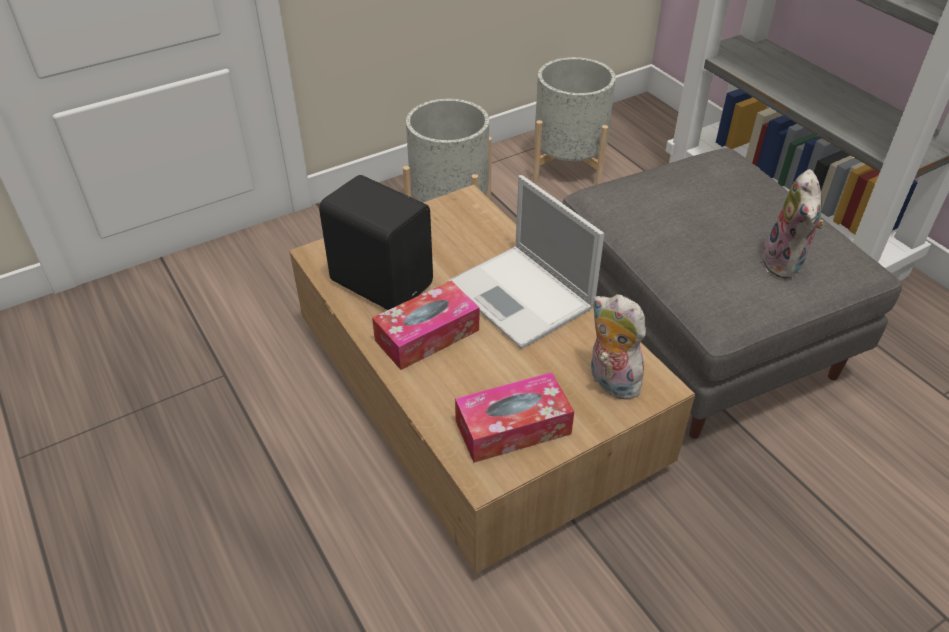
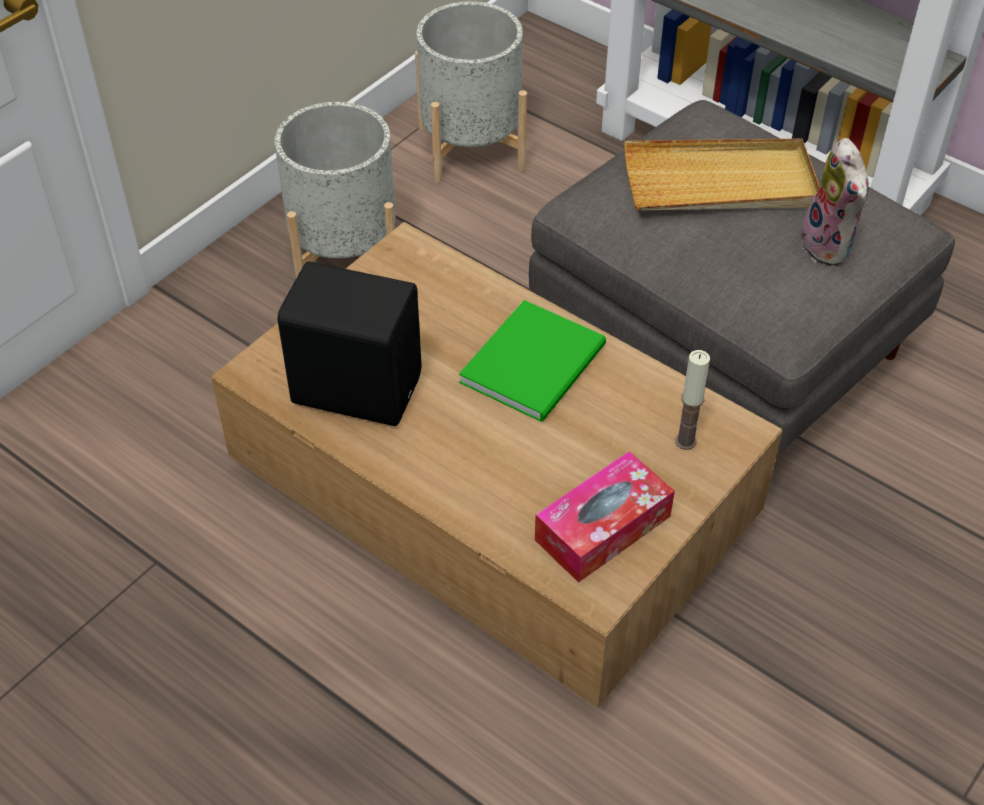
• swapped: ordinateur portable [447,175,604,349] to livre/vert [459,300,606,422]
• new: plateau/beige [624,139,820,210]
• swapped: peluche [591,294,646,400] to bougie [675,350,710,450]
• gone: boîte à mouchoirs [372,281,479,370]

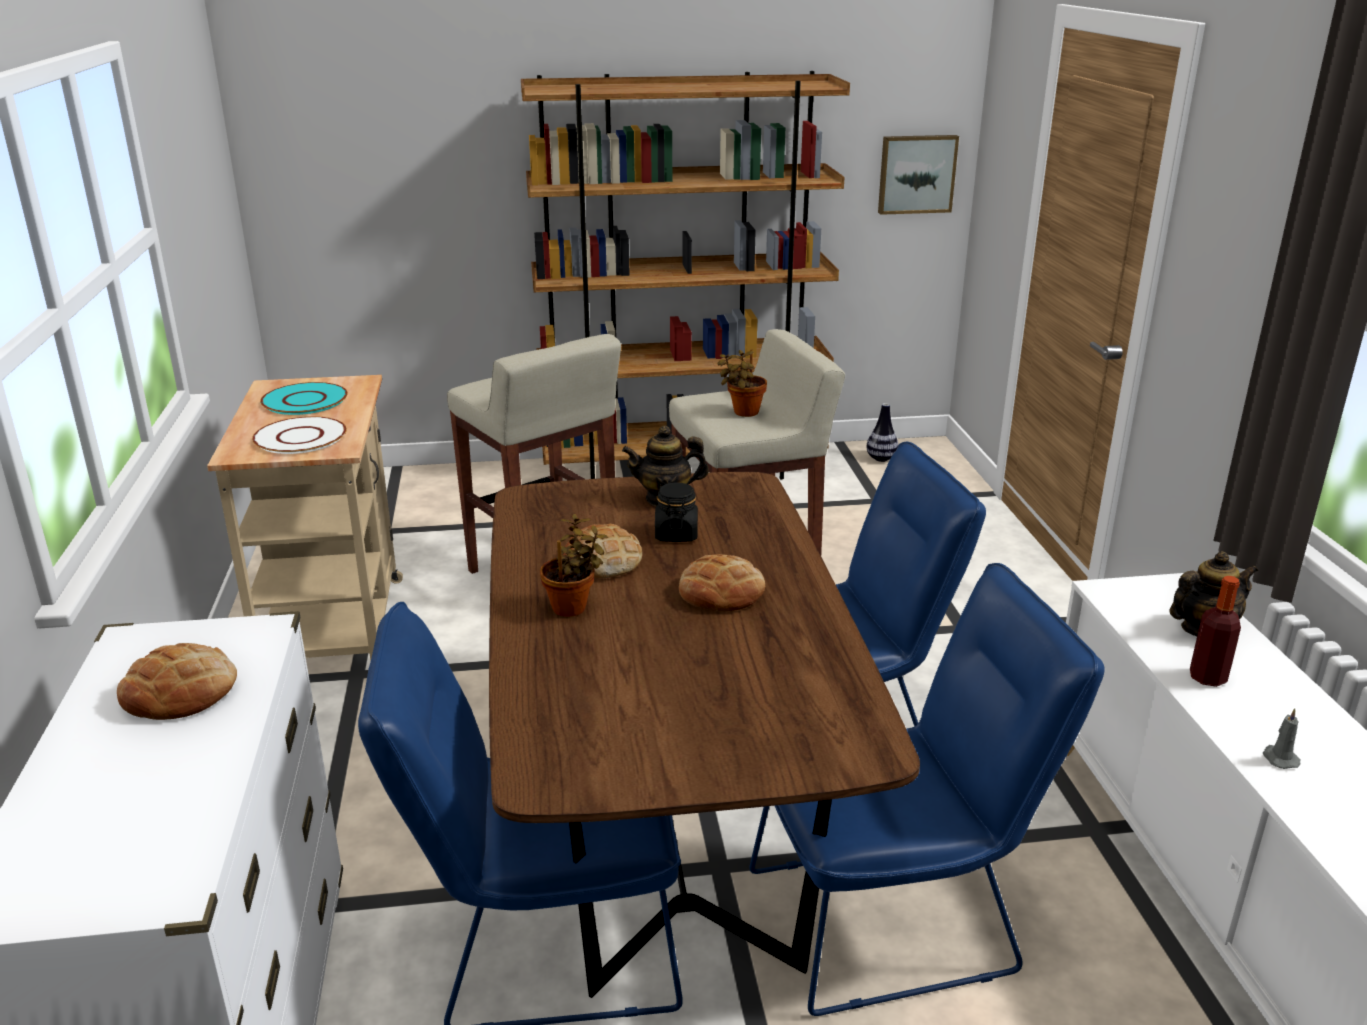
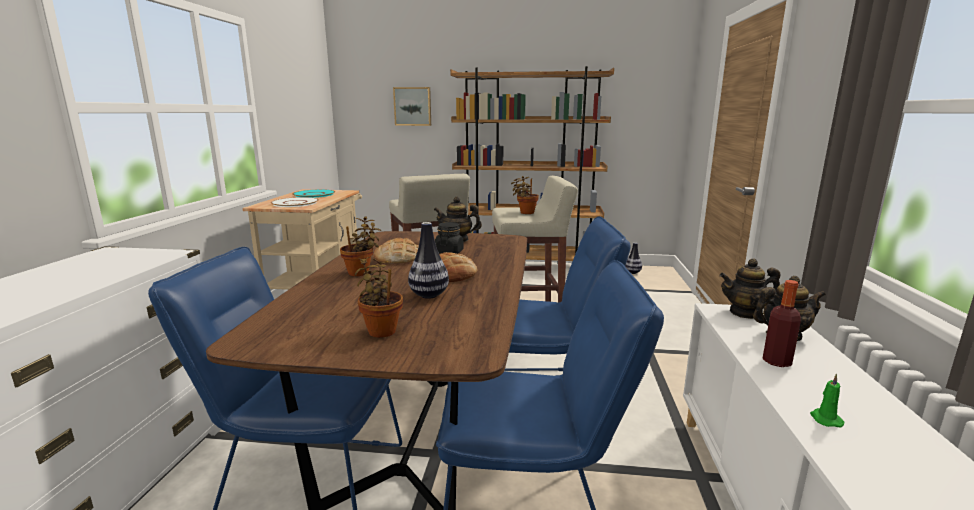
• new: plante en pot [355,257,403,338]
• shifted: tableau [878,135,959,215] to [393,87,431,126]
• new: vase [408,222,449,299]
• new: théière [720,258,780,319]
• repainted: bougie/gris [1263,708,1301,769] to bougie/vert [810,374,844,428]
• gone: pain [117,643,237,720]

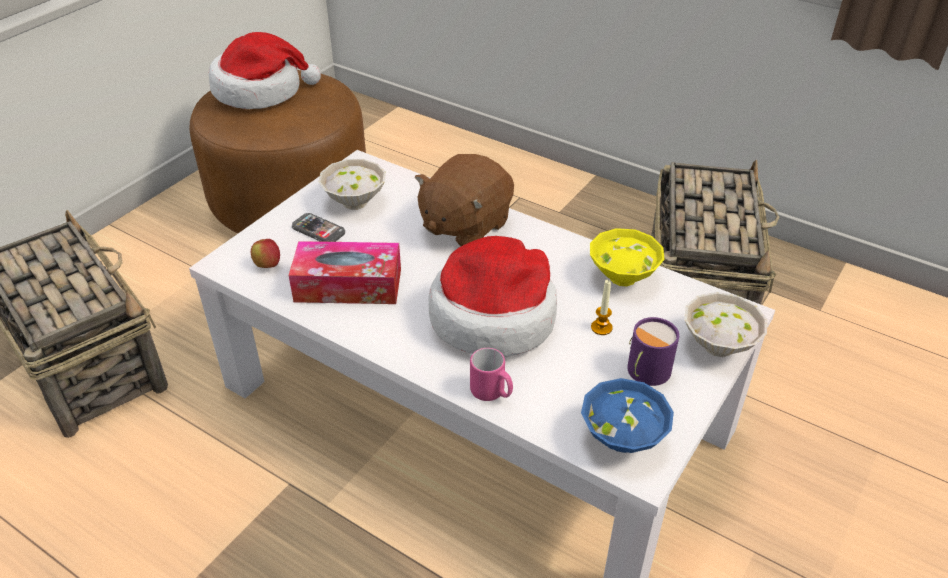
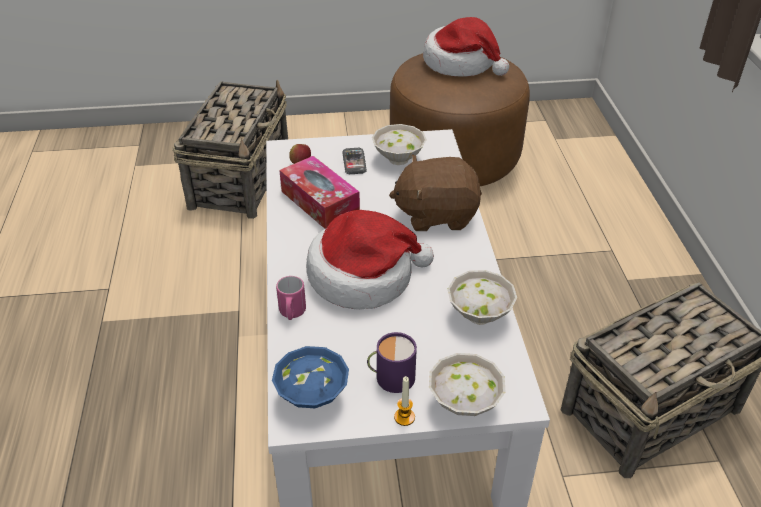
• shifted: bougie [591,280,613,335] to [394,376,415,426]
• repainted: bol/jaune [590,228,665,286] to bol/blanc [448,270,517,325]

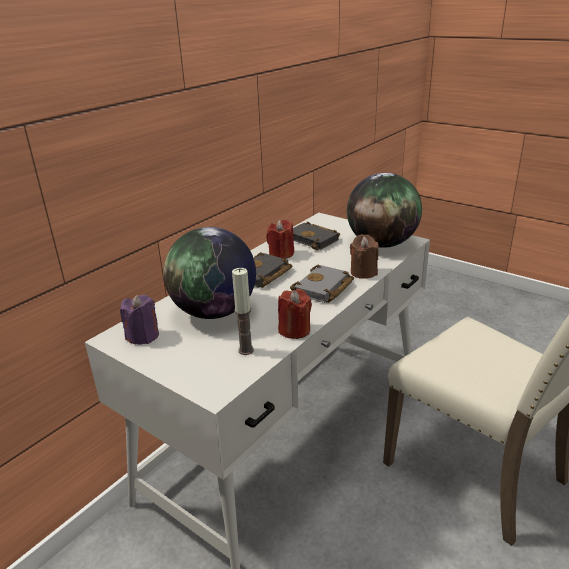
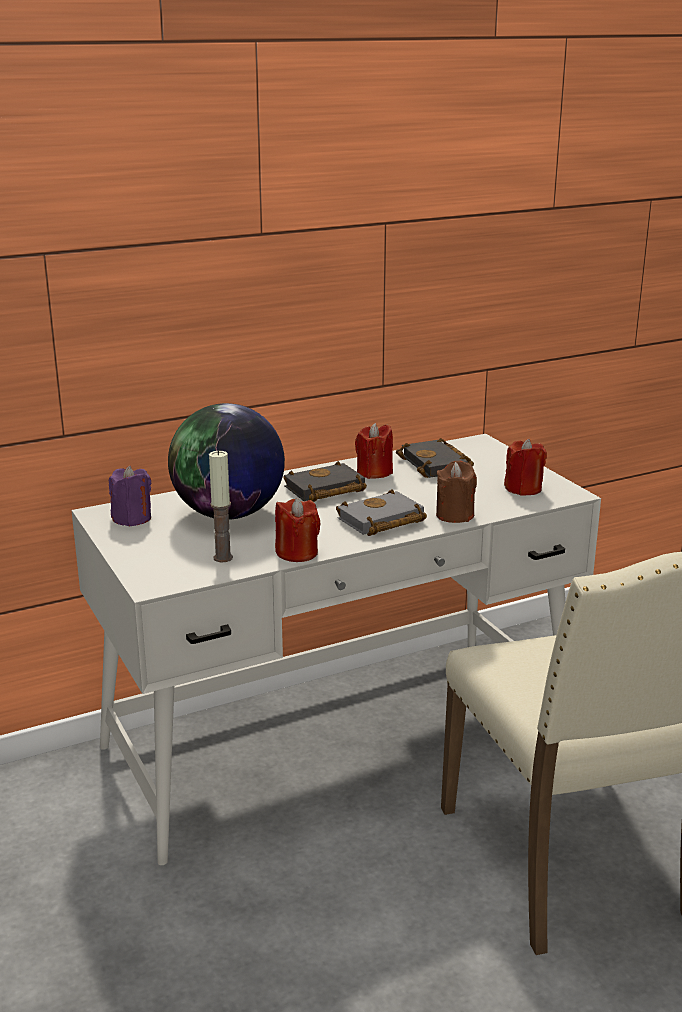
• swapped: globe [347,173,422,248] to bougie/rouge [504,439,547,496]

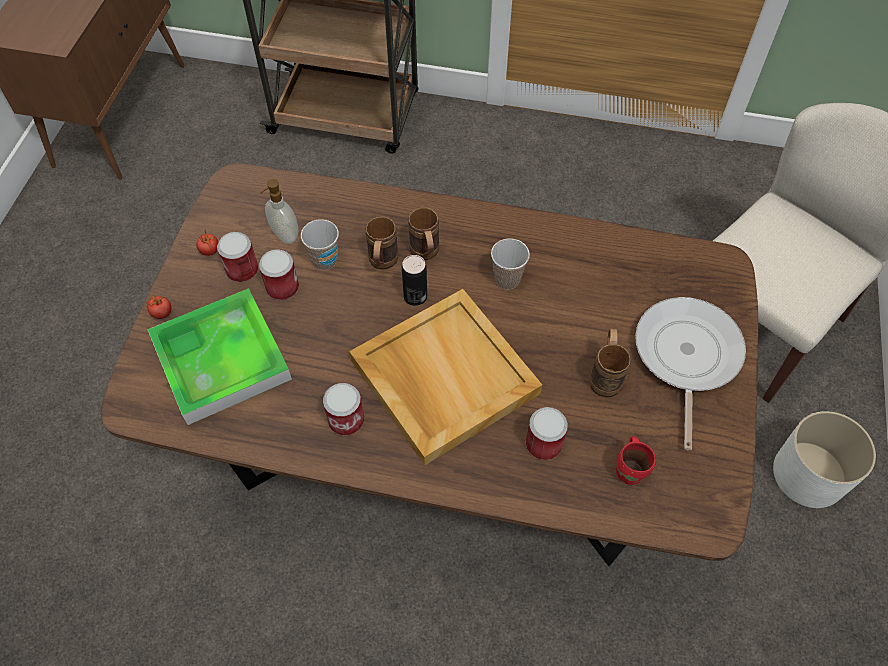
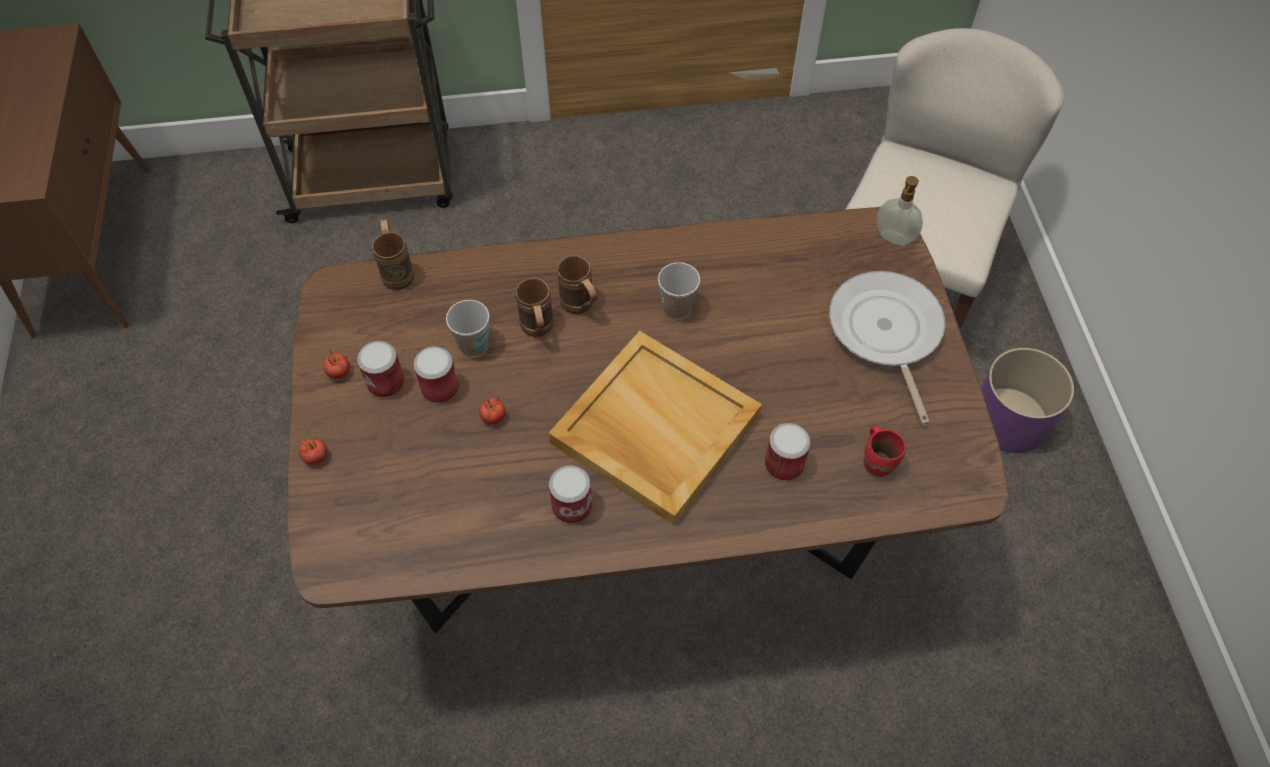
• shifted: mug/marron [589,329,631,398] to [372,219,414,290]
• new: tomate [479,396,506,425]
• shifted: distributeur de savon [260,179,298,244] to [877,176,923,246]
• repainted: cache-pot/blanc [773,411,876,508] to cache-pot/violet [981,348,1074,453]
• gone: plateau [147,288,292,425]
• gone: boîte métallique [402,255,427,306]

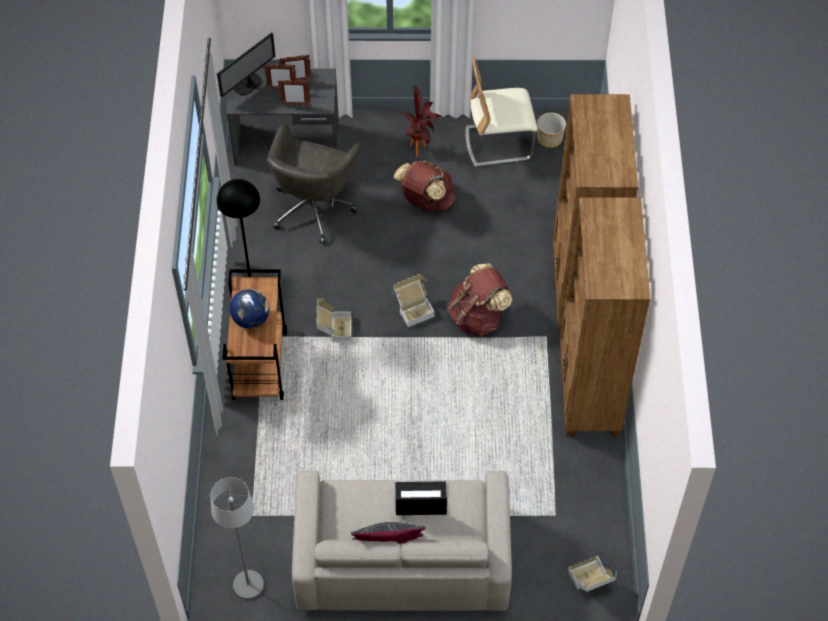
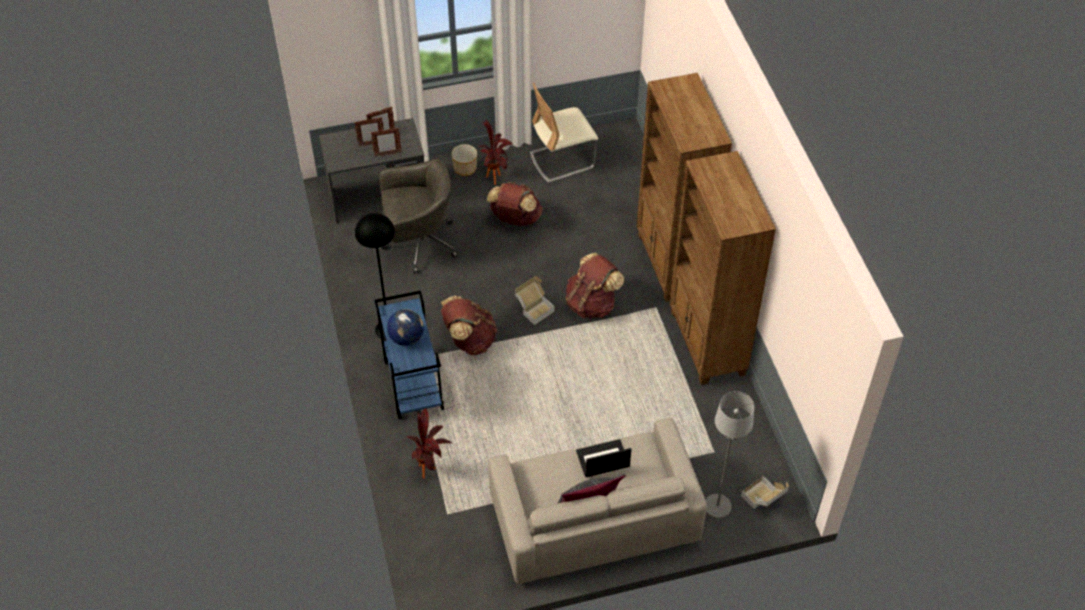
• repainted: chariot/marron [222,269,287,400] to chariot/bleu [374,291,444,419]
• rotated: chaise de bureau/gris [267,124,361,244] = [379,159,458,274] 105 degrees counterclockwise
• new: plante en pot [407,408,452,479]
• swapped: carton [316,298,352,341] to sac à dos/marron [441,295,497,355]
• shifted: cache-pot [537,113,566,148] to [451,144,477,176]
• shifted: lampadaire/gris [211,477,264,599] to [705,391,754,519]
• gone: écran d'ordinateur [217,32,276,97]

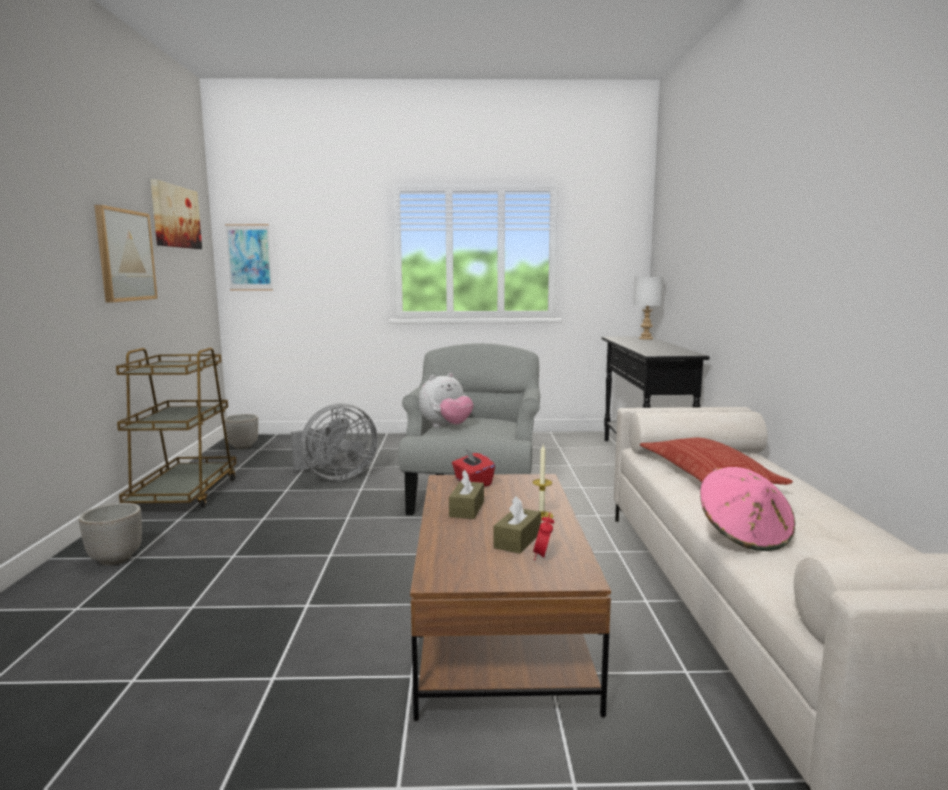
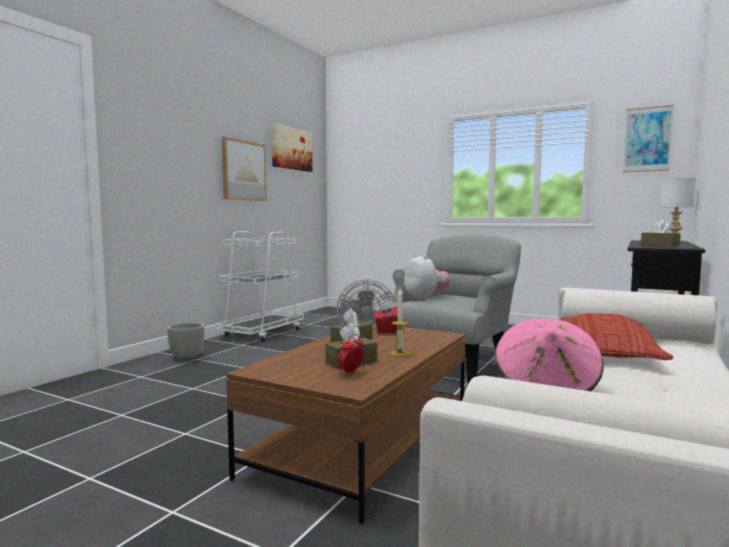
• repainted: chariot/marron [116,348,236,508] to chariot/blanc [215,231,304,341]
• rotated: peluche [419,373,473,427] = [404,254,450,300] 105 degrees counterclockwise
• shifted: tableau [225,224,273,291] to [623,105,674,173]
• new: boîte à mouchoirs/marron [641,220,681,247]
• gone: cache-pot [224,414,258,449]

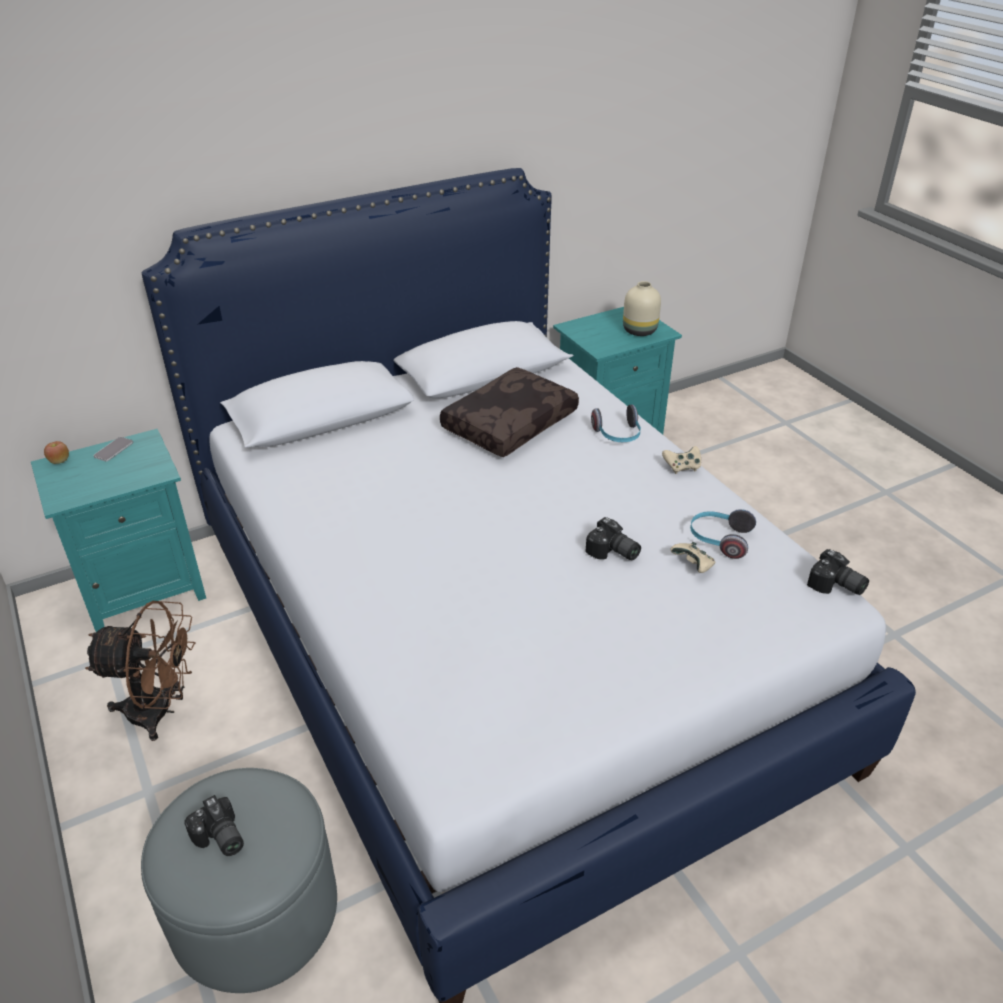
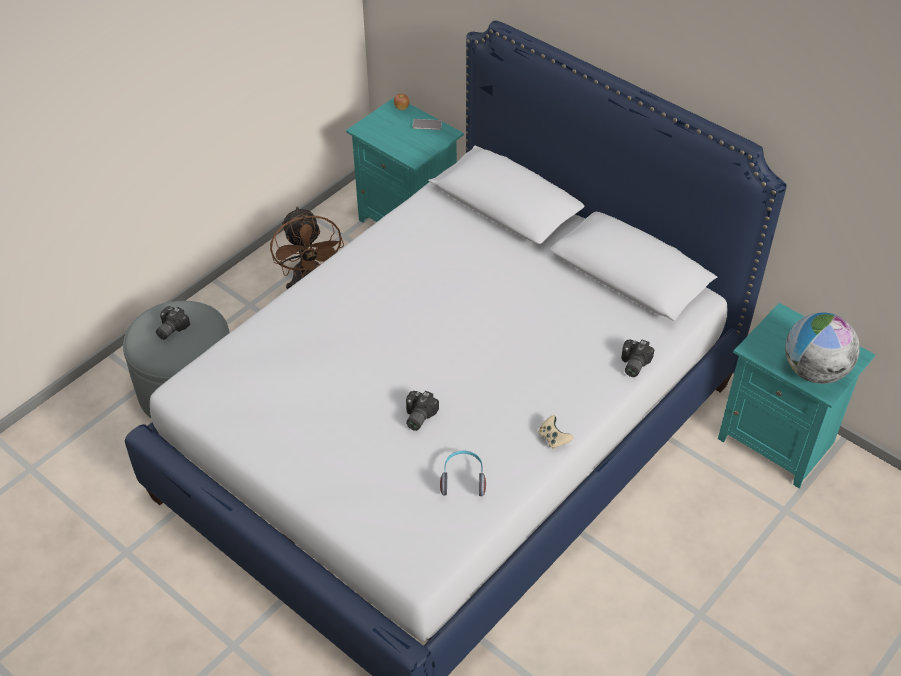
• shifted: appareil photo [807,549,869,595] to [621,339,654,377]
• swapped: vase/beige [623,281,661,336] to globe [785,312,860,384]
• gone: coussin/marron [440,367,579,457]
• gone: casque audio [591,404,641,442]
• gone: manette/beige [670,542,716,573]

